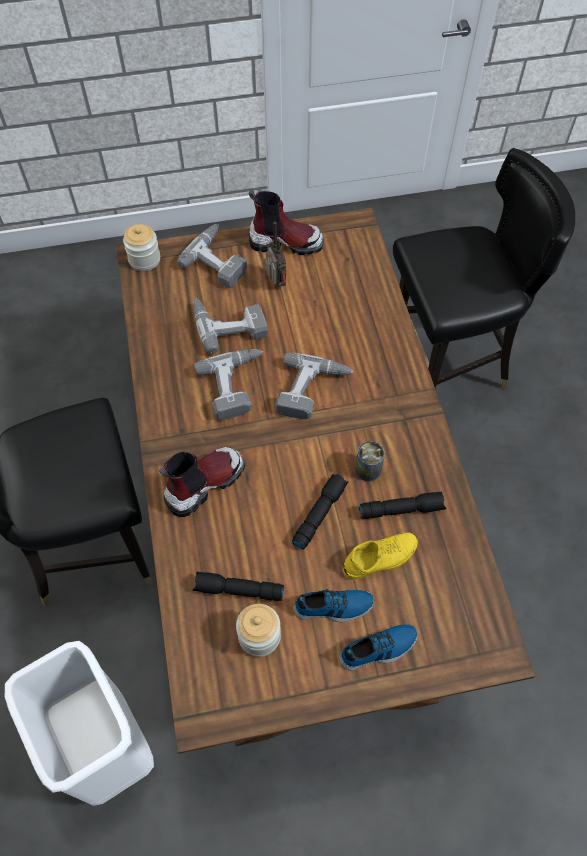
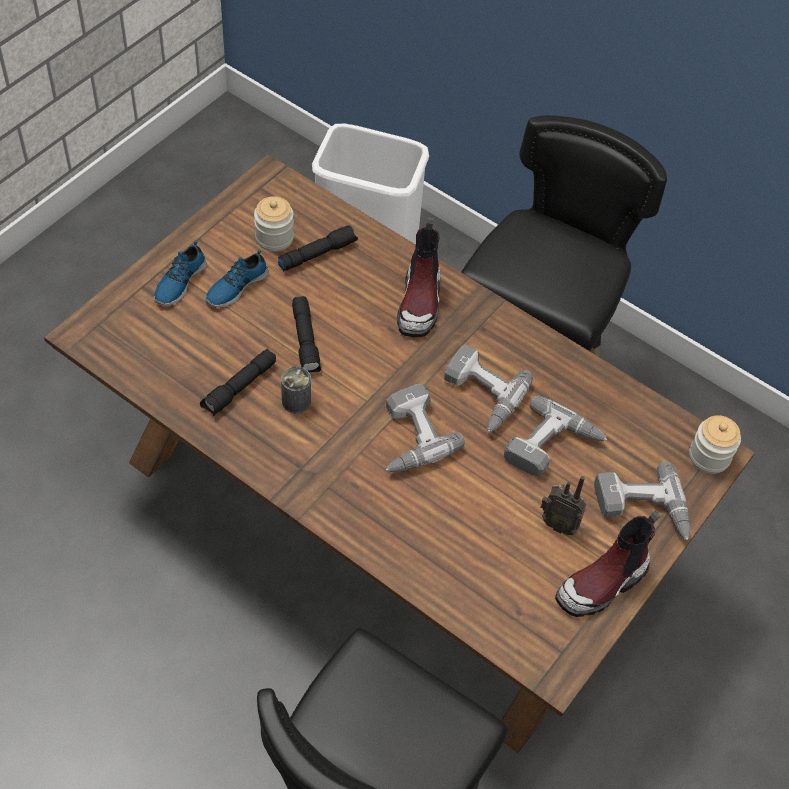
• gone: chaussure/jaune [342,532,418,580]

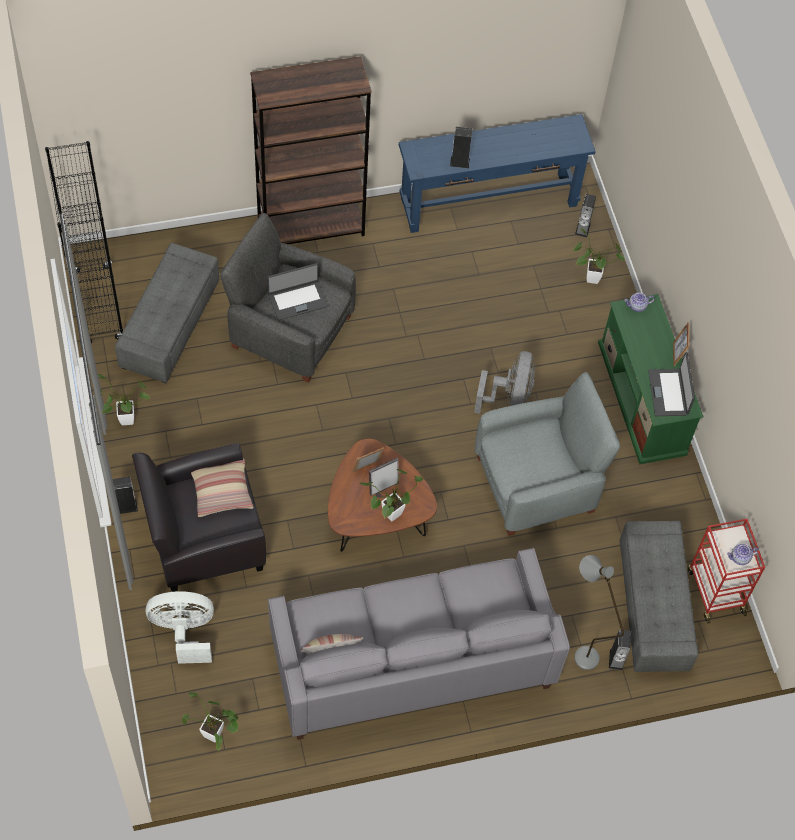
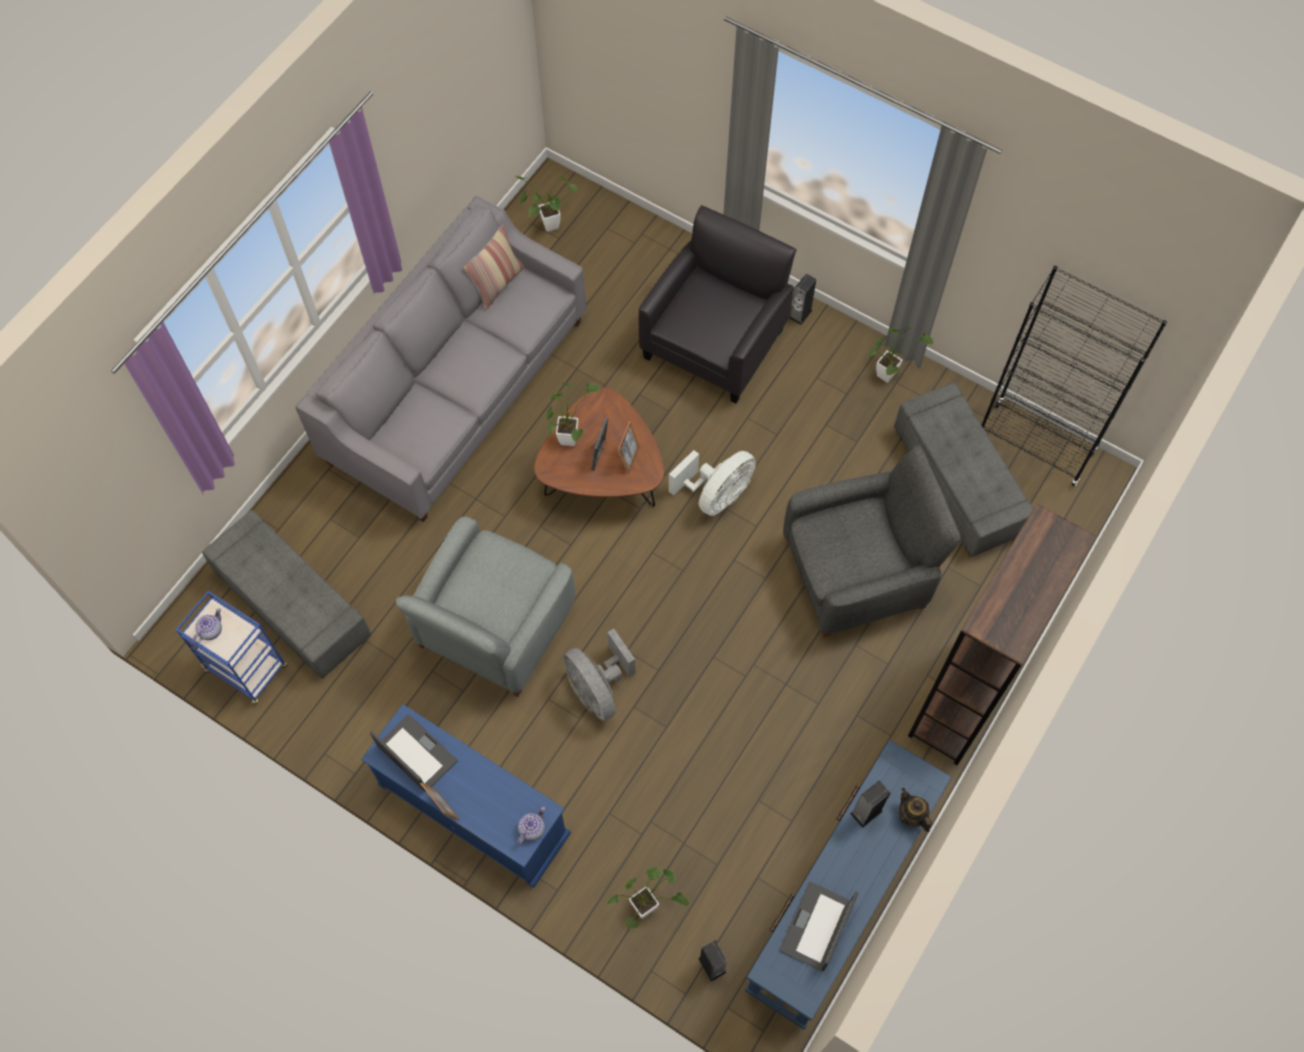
• repainted: chariot/rouge [688,519,765,624] to chariot/bleu [176,591,288,705]
• repainted: meuble télé/vert [598,294,704,465] to meuble télé/bleu [361,704,571,888]
• shifted: ventilateur/blanc [146,591,214,664] to [669,450,756,516]
• shifted: ordinateur portable [267,263,328,320] to [780,881,858,971]
• new: théière [899,788,932,832]
• gone: coussin [191,458,253,517]
• gone: lampadaire/gris [574,555,624,670]
• gone: enceinte [609,630,631,670]

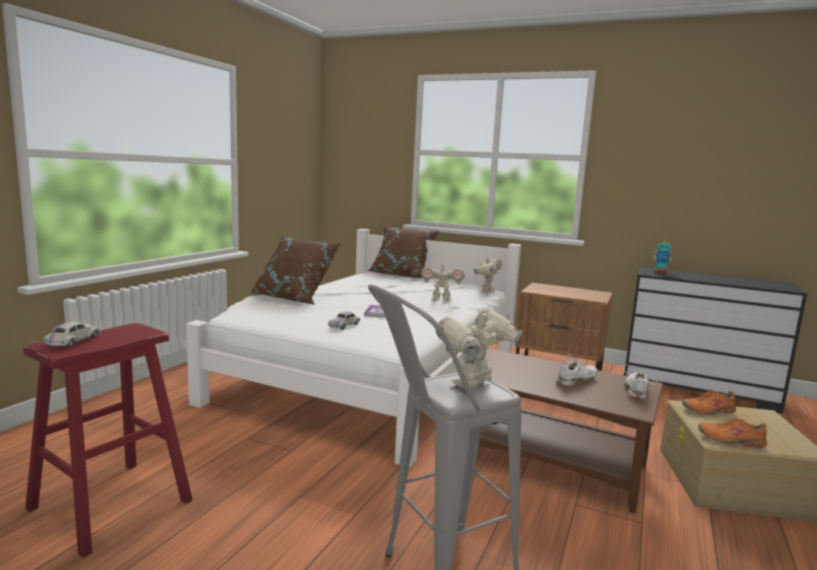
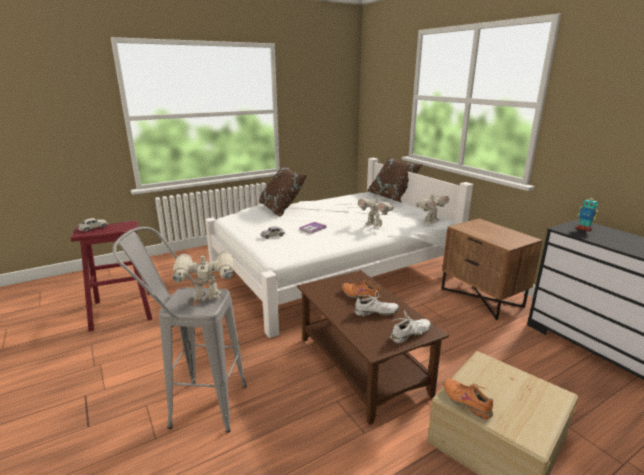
• shifted: chaussure/orange [682,389,738,415] to [342,280,381,300]

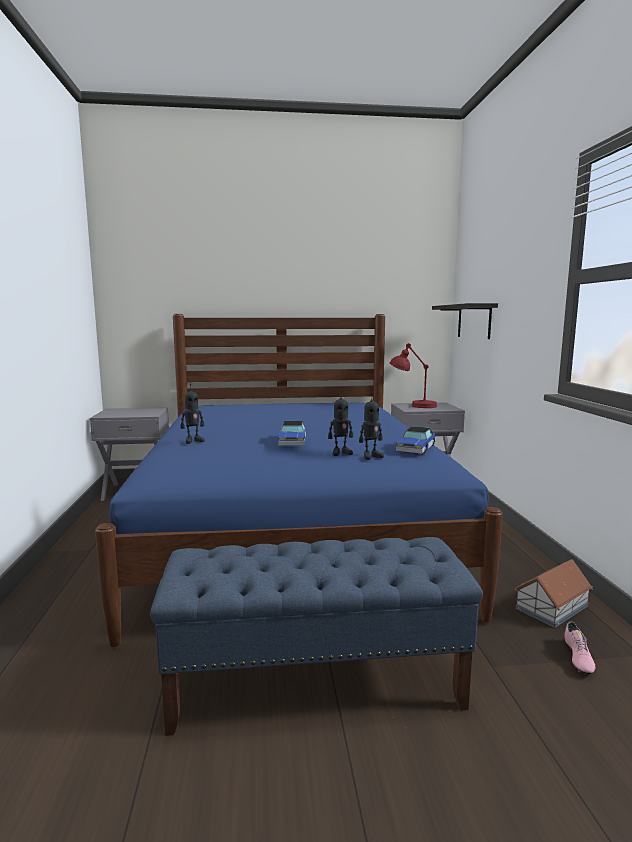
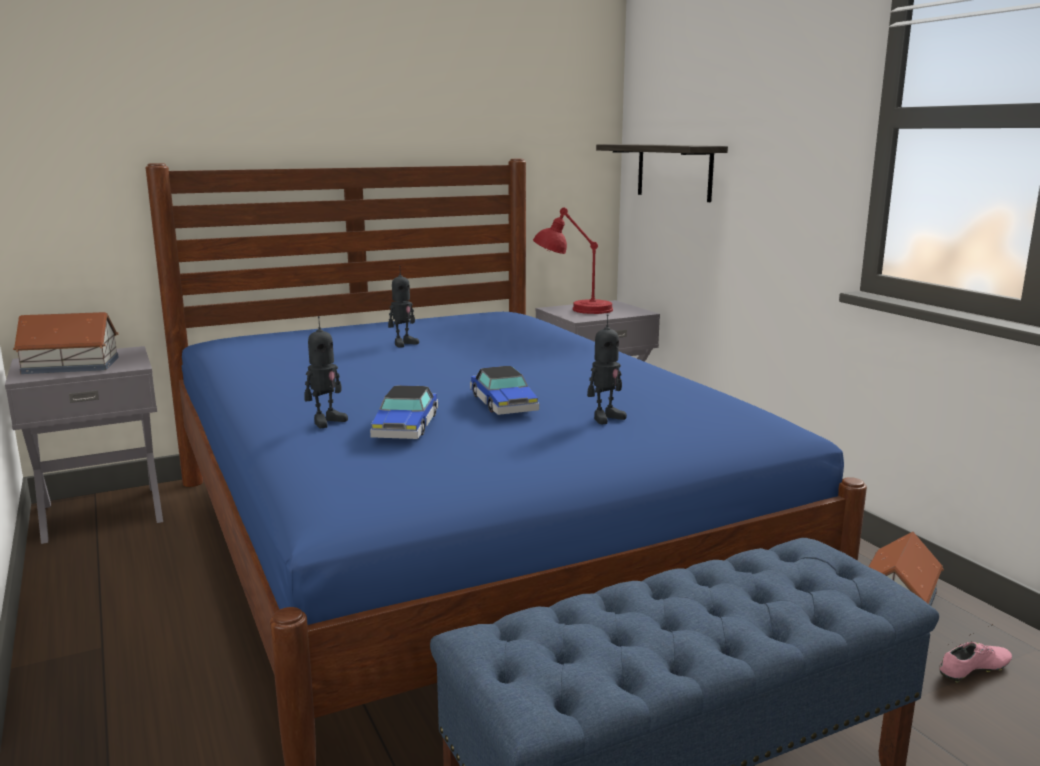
• new: maison miniature [13,312,119,374]
• shifted: petite voiture [396,426,436,453] to [370,385,438,439]
• shifted: robot jouet [359,399,384,460] to [388,266,419,348]
• rotated: chaussure/rose [564,622,595,674] = [940,642,1012,683] 105 degrees counterclockwise

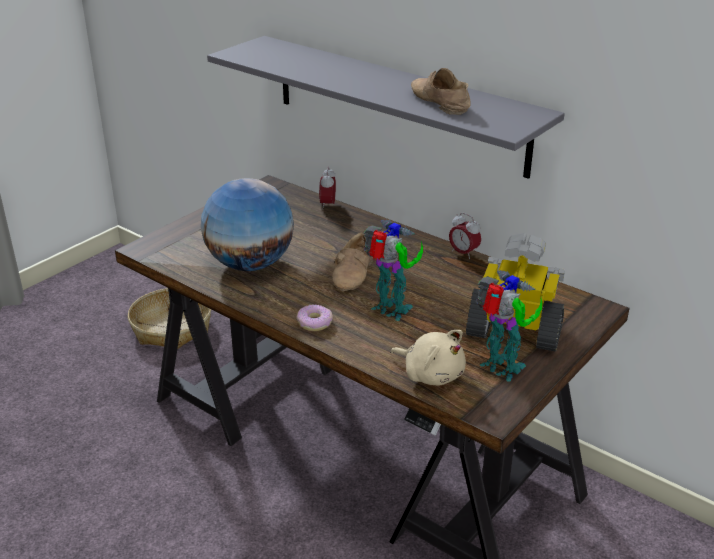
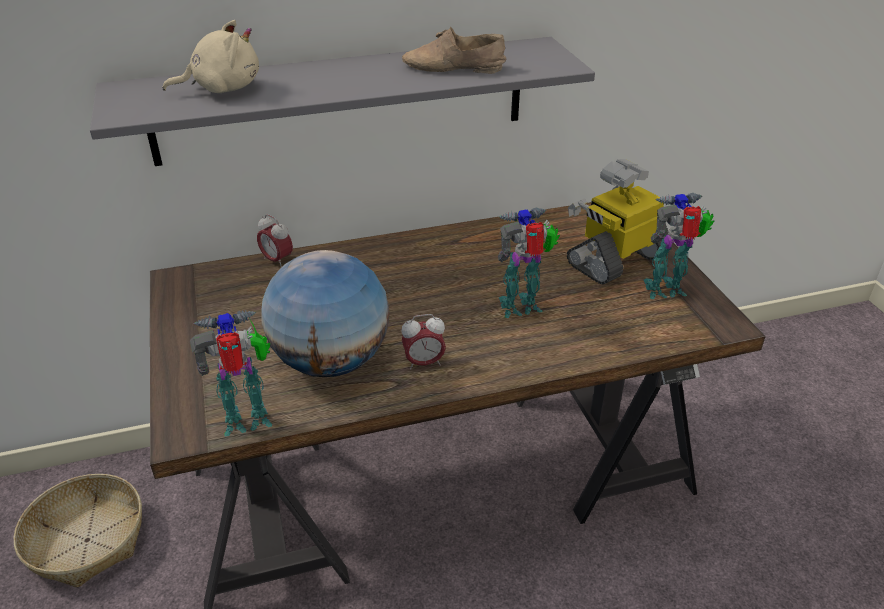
• shifted: peluche/beige [390,330,466,385] to [163,20,259,93]
• new: robot jouet [190,310,272,436]
• shifted: réveil [449,213,481,259] to [401,314,446,370]
• gone: beignet [297,304,333,331]
• gone: chaussure/beige [332,232,373,291]

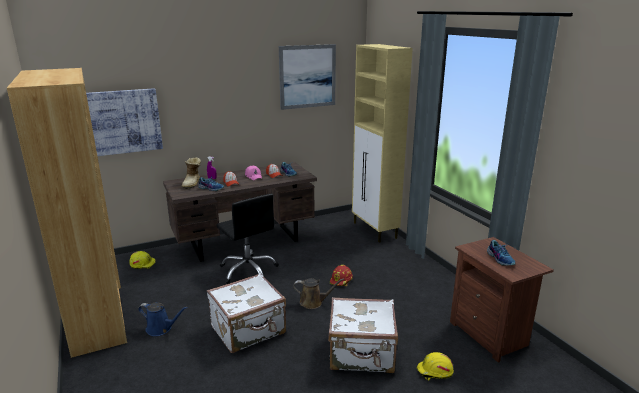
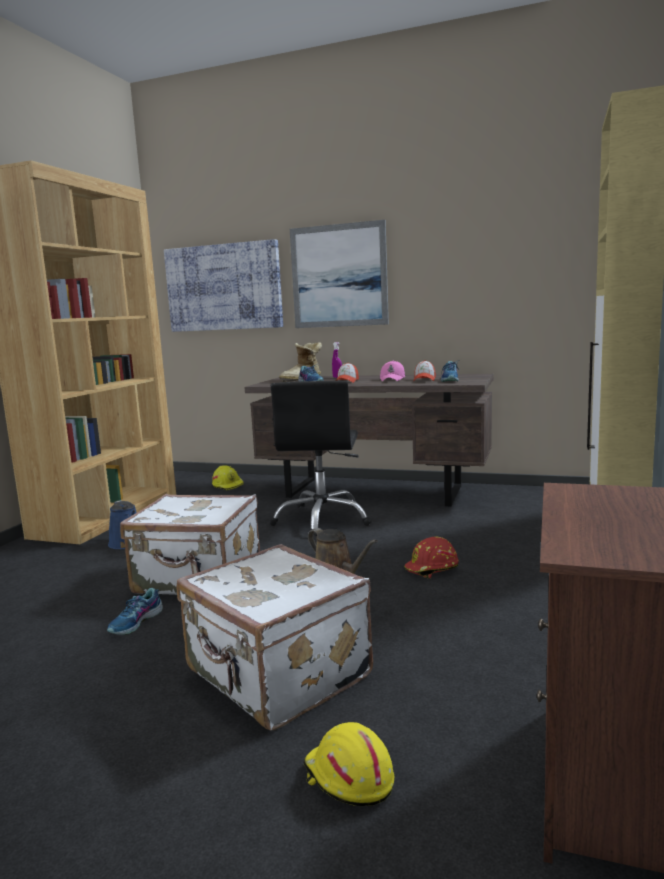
• shifted: chaussure [487,240,516,266] to [107,588,163,635]
• shifted: tableau [279,44,336,110] to [290,220,389,328]

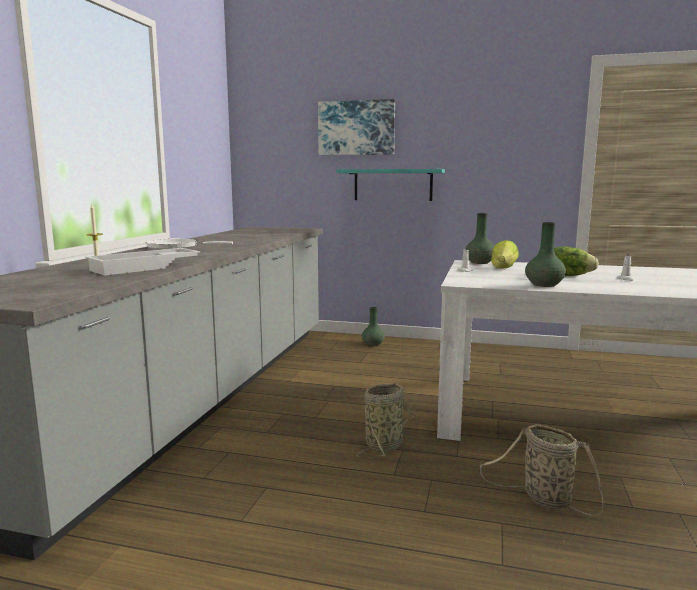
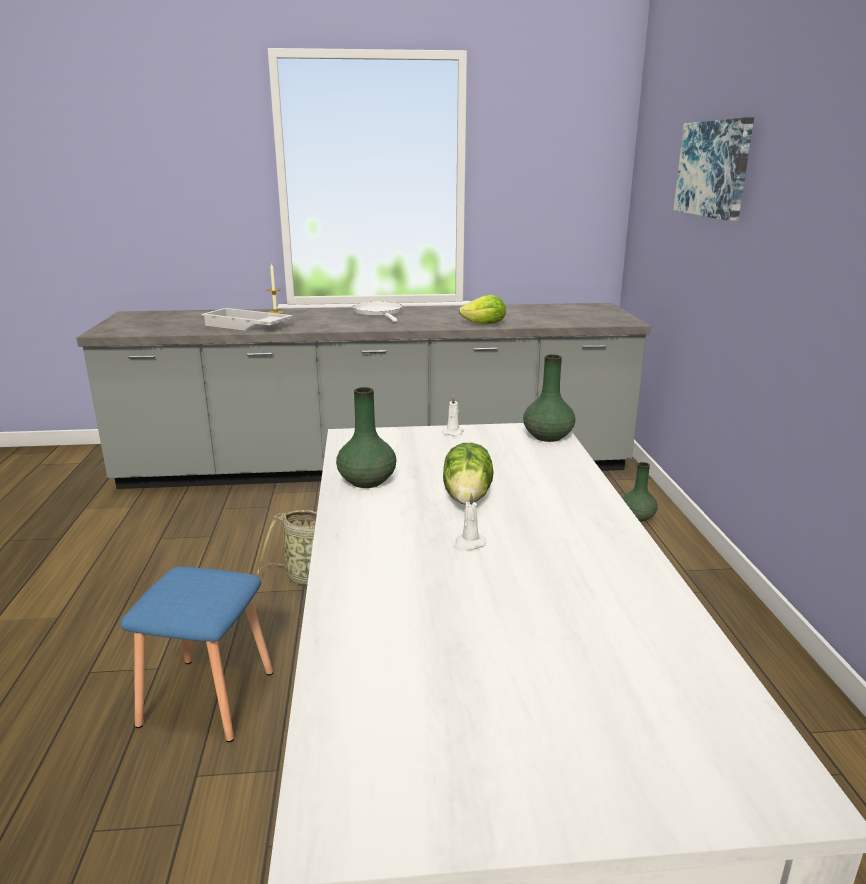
• swapped: panier [480,424,603,515] to tabouret/bleu [120,566,273,742]
• shifted: laitue [491,240,519,269] to [459,295,506,324]
• gone: étagère/turquoise [336,169,445,201]

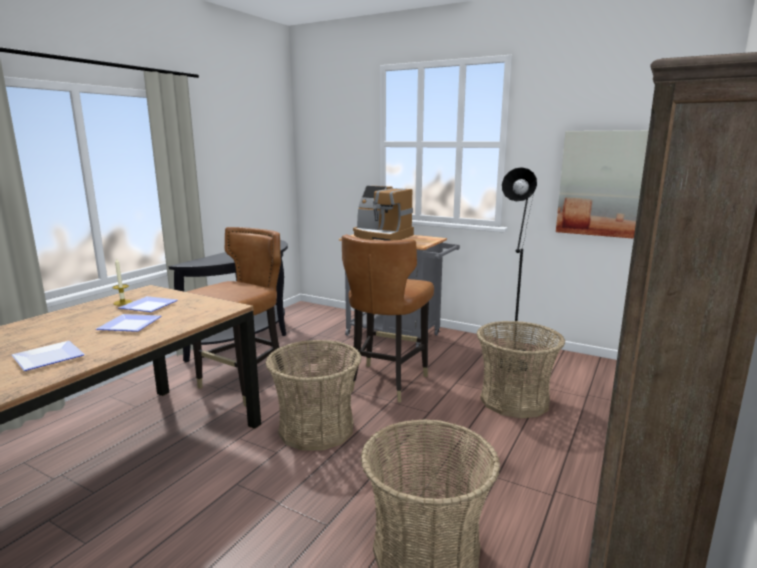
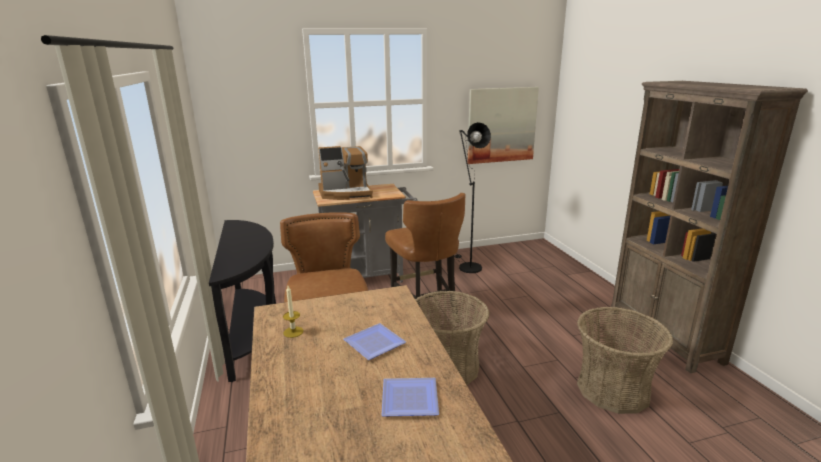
• gone: assiette [118,296,178,312]
• gone: panier [477,321,565,418]

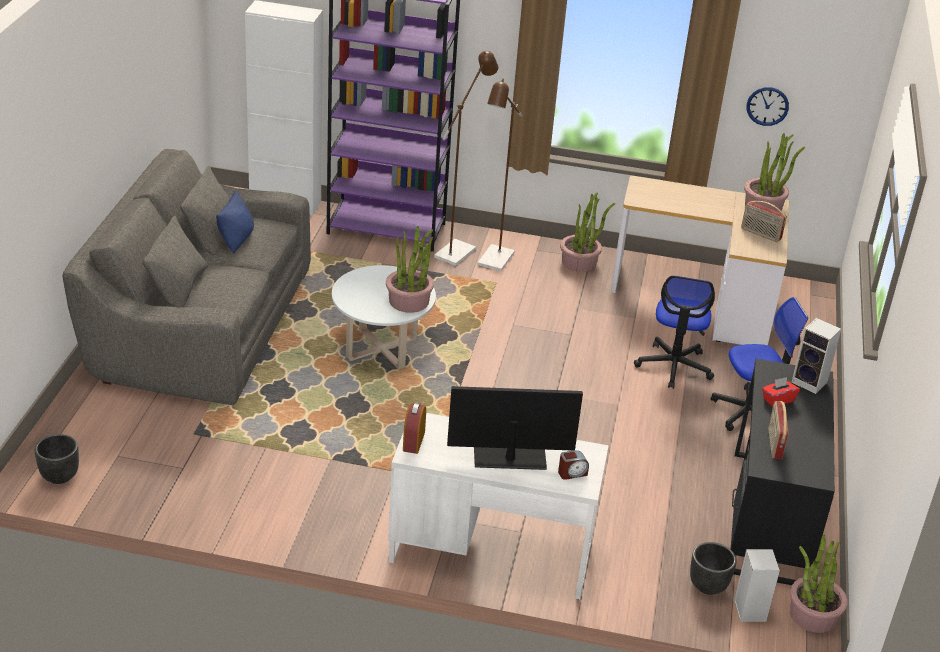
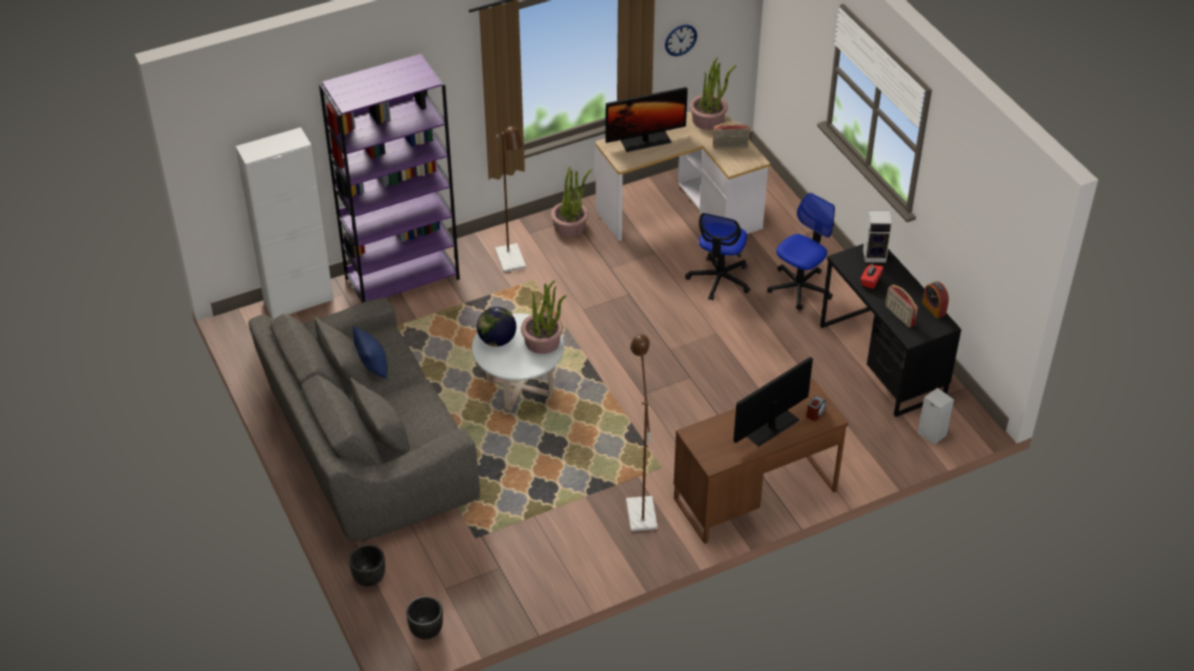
• shifted: cache-pot/noir [690,542,737,595] to [349,544,385,587]
• new: globe [477,307,516,347]
• new: écran d'ordinateur [605,87,688,152]
• shifted: lampadaire/marron [434,51,498,266] to [626,334,658,531]
• repainted: bureau/blanc [388,413,609,599] to bureau/marron [674,379,849,544]
• rotated: chaise de bureau [634,276,715,389] = [685,213,750,301] 45 degrees clockwise
• shifted: réveil [403,403,426,454] to [922,281,949,319]
• gone: plante en pot [790,533,848,633]

